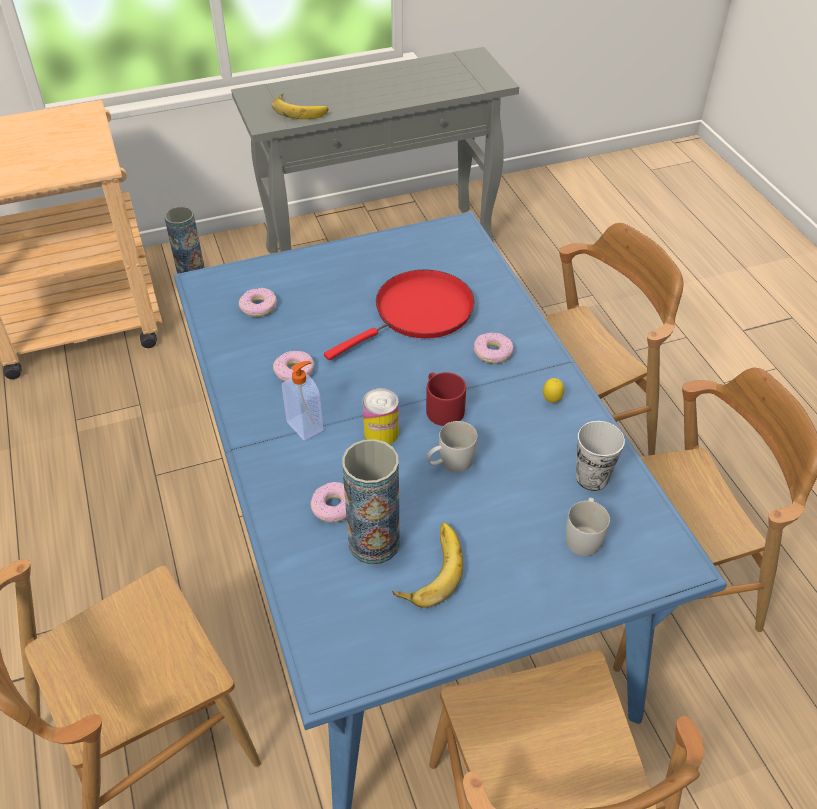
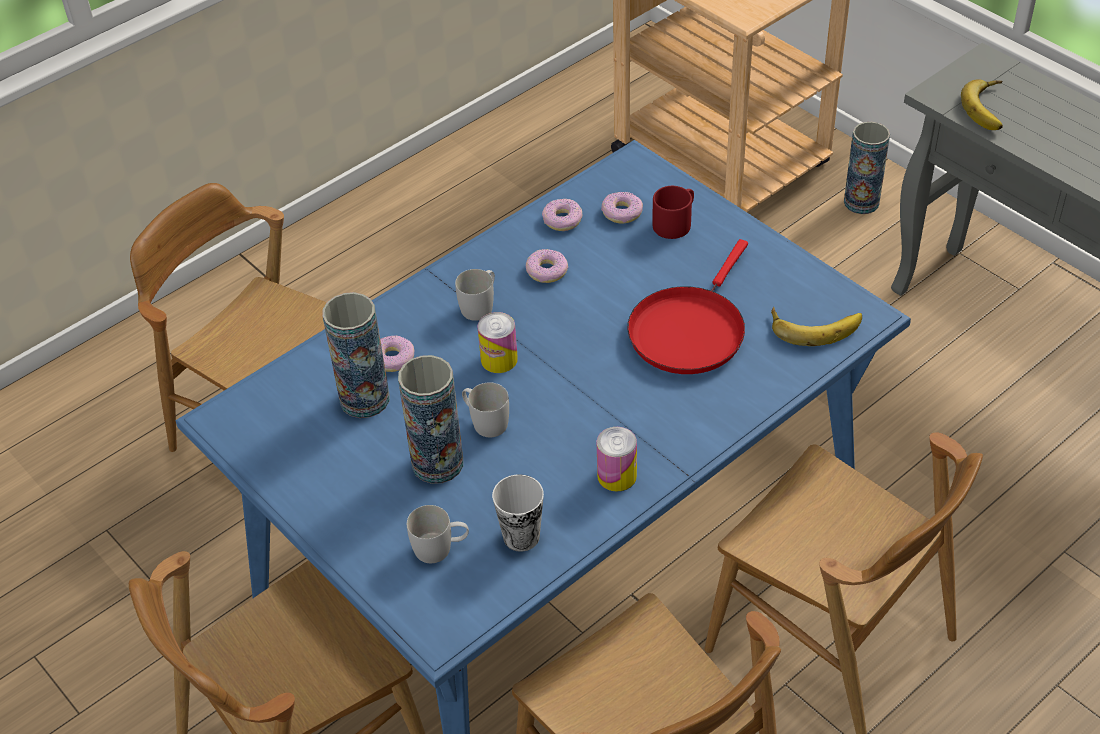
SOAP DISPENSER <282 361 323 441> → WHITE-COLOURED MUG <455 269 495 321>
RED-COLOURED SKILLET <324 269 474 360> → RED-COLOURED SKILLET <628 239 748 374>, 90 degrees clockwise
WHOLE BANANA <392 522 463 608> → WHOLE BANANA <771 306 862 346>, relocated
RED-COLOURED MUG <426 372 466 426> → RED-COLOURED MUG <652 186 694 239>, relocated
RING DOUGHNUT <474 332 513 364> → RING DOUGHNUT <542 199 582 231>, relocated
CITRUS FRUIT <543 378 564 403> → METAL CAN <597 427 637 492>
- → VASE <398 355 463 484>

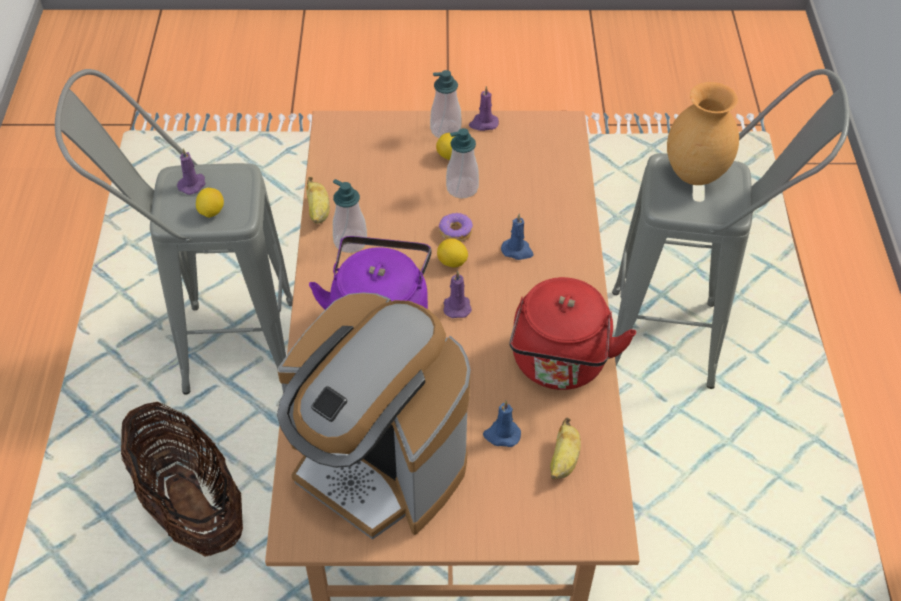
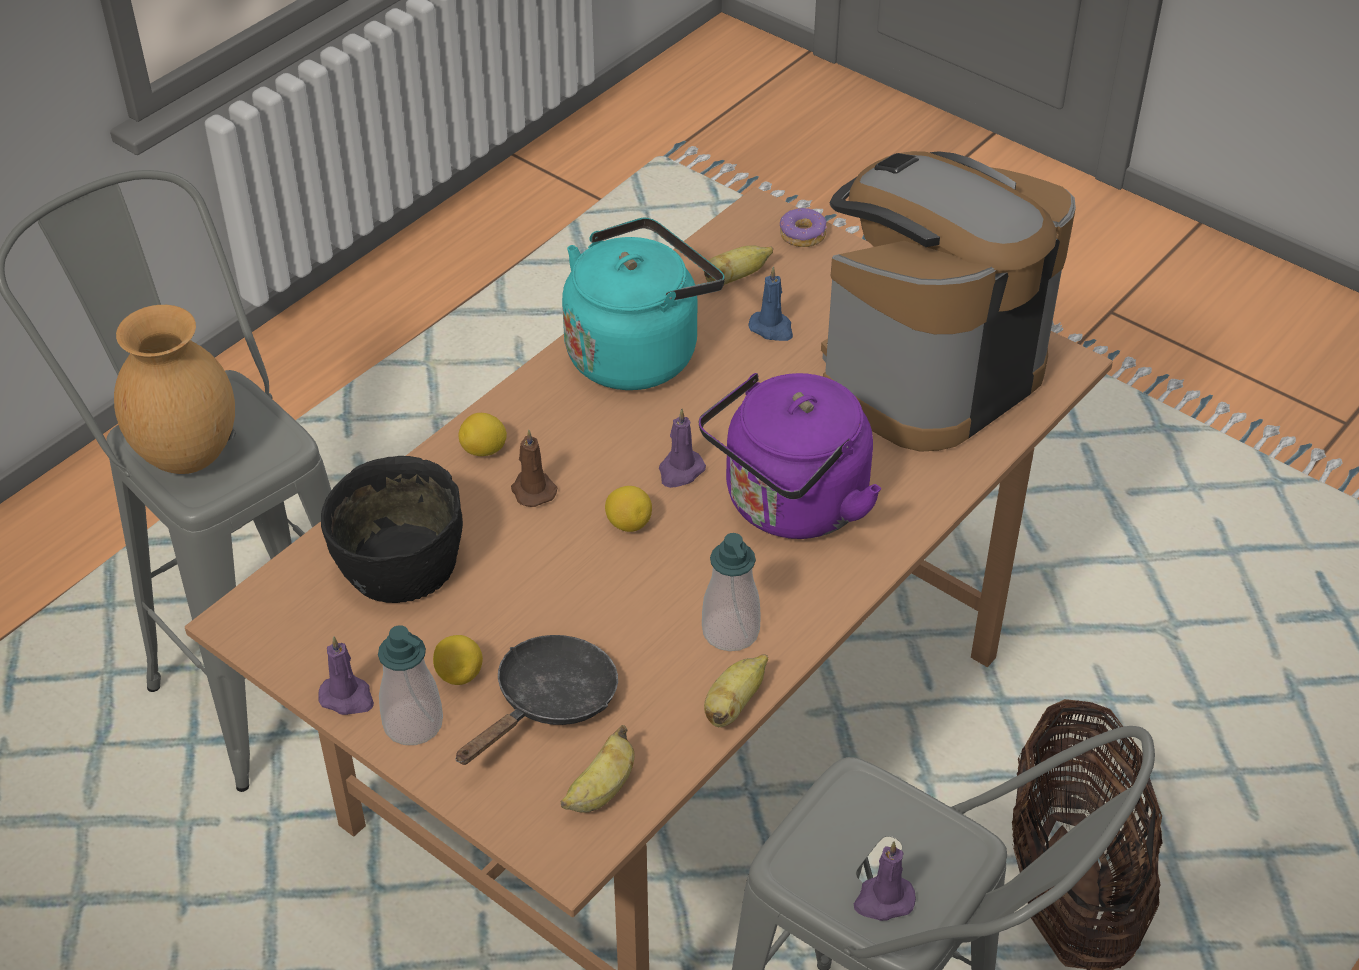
CITRUS FRUIT <196 188 224 218> → CITRUS FRUIT <458 413 507 456>, relocated
COFFEE BREWER <277 292 471 540> → COFFEE BREWER <821 151 1076 452>, 120 degrees counterclockwise
RING DOUGHNUT <438 212 473 242> → RING DOUGHNUT <780 208 827 247>, relocated
SOAP DISPENSER <446 128 479 198> → -
BLUE-COLOURED WAX CANDLE <501 213 533 260> → BROWN WAX CANDLE <511 430 557 507>
RED-COLOURED WATER KETTLE <509 277 636 390> → TURQUOISE WATER KETTLE <562 217 725 390>
- → BLACKISH BOWL <321 456 463 603>
- → BLACKISH SKILLET <455 635 618 765>
- → WHOLE BANANA <561 725 635 813>

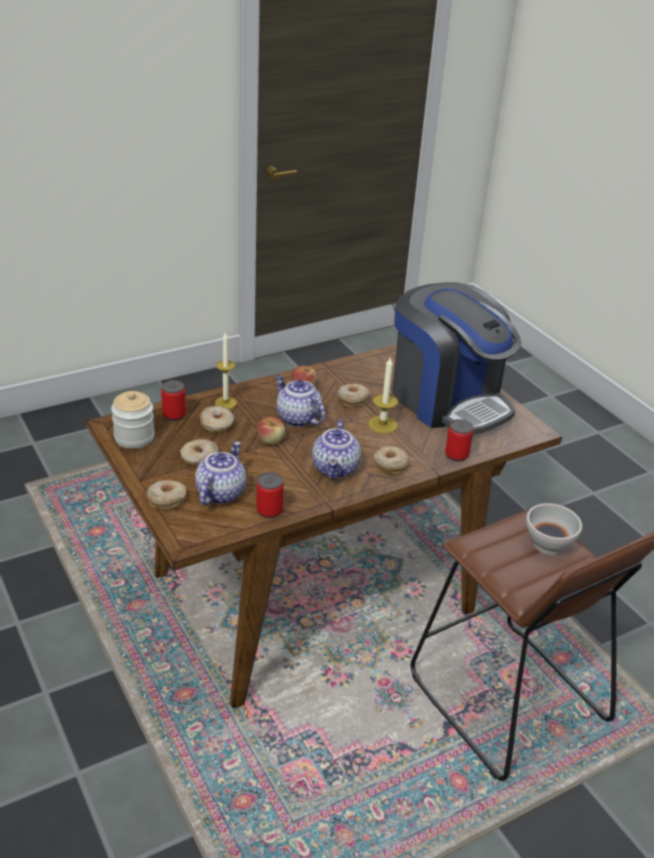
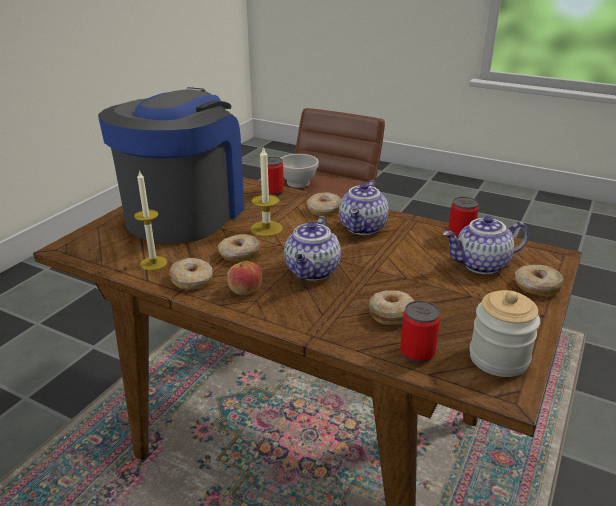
RING DOUGHNUT <180 439 219 466> → RING DOUGHNUT <169 258 213 290>, relocated
WAX CANDLE <215 333 237 409> → WAX CANDLE <134 170 167 271>, relocated
APPLE <257 417 285 444> → -
TEA POT <312 420 361 479> → TEA POT <339 180 389 235>, 135 degrees clockwise

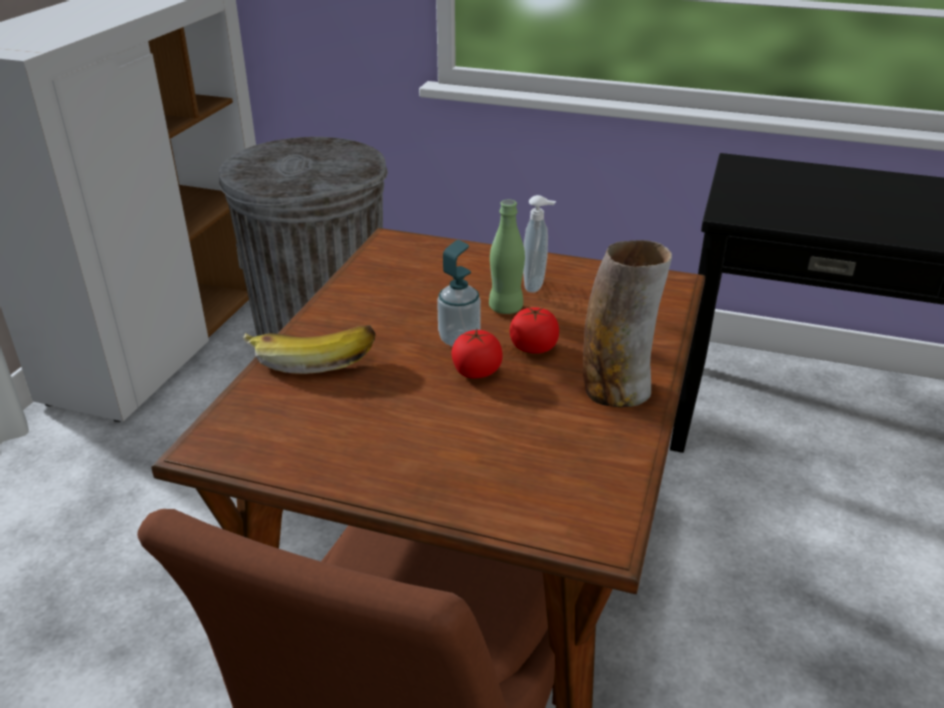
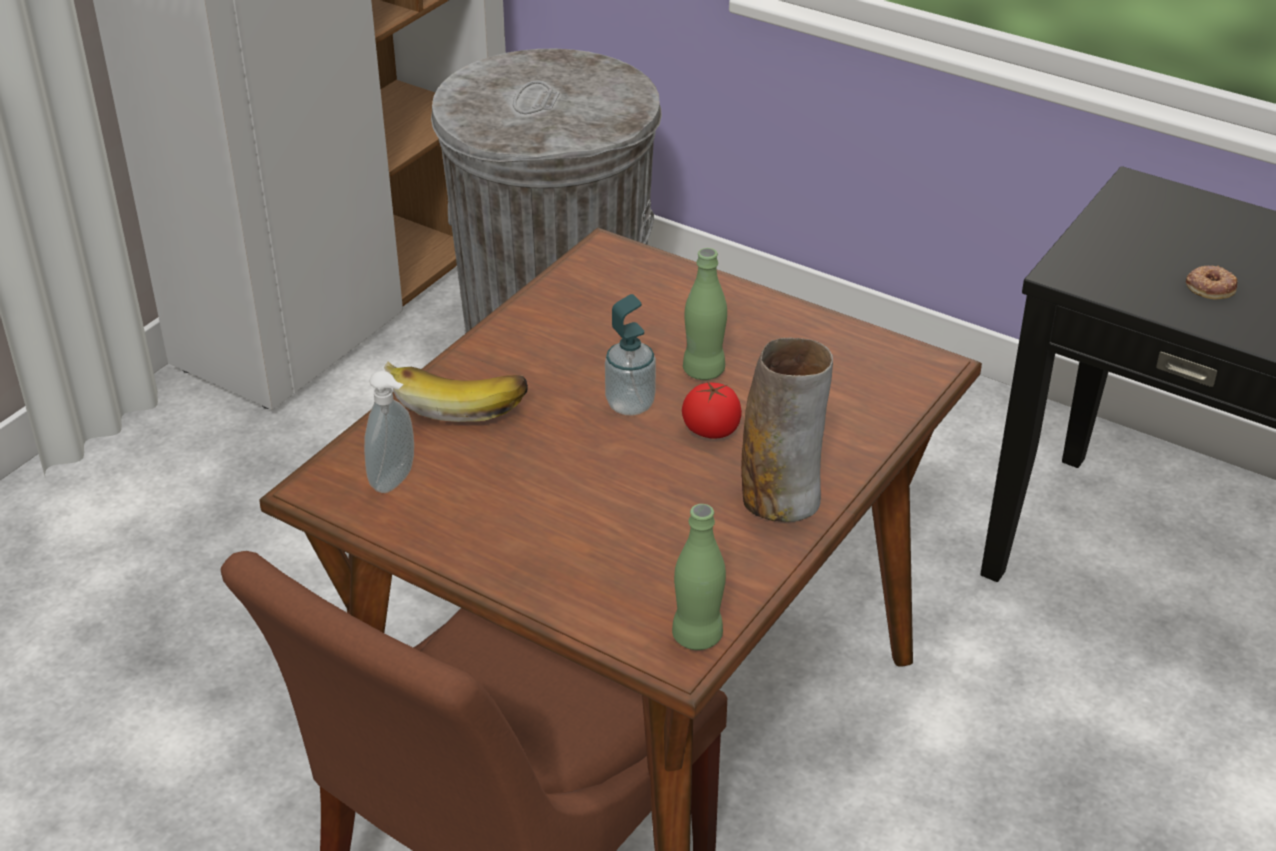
FRESH TOMATO <451 329 503 379> → -
SOAP DISPENSER <523 195 556 293> → SOAP DISPENSER <364 371 414 493>, relocated
- → GREEN BOTTLE <672 504 726 650>
- → RING DOUGHNUT <1186 266 1238 299>

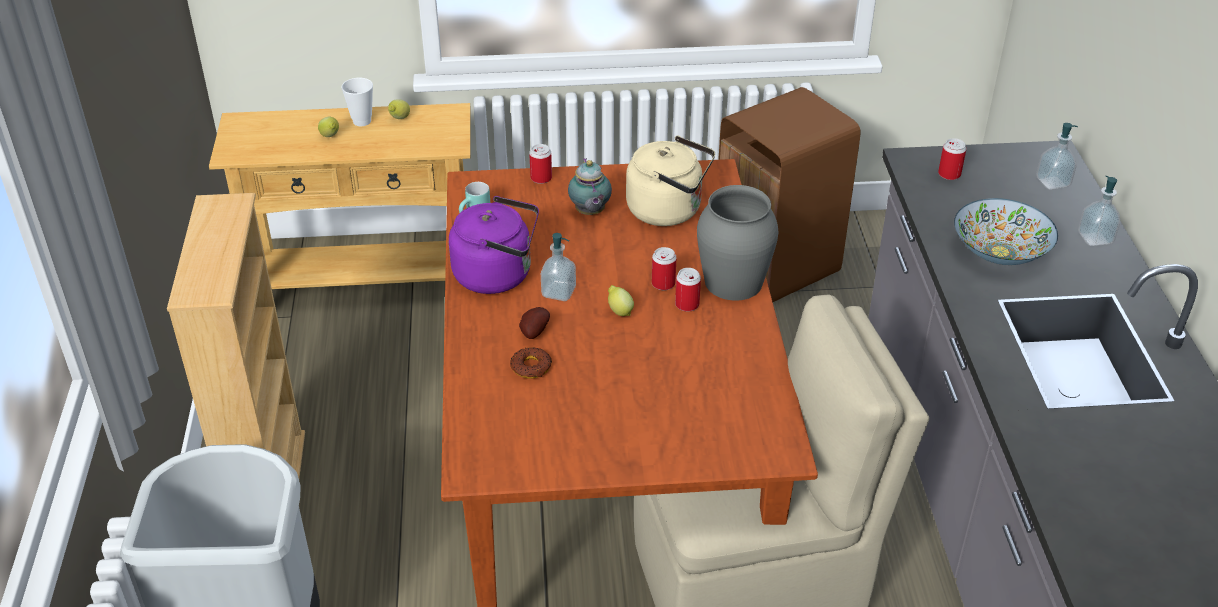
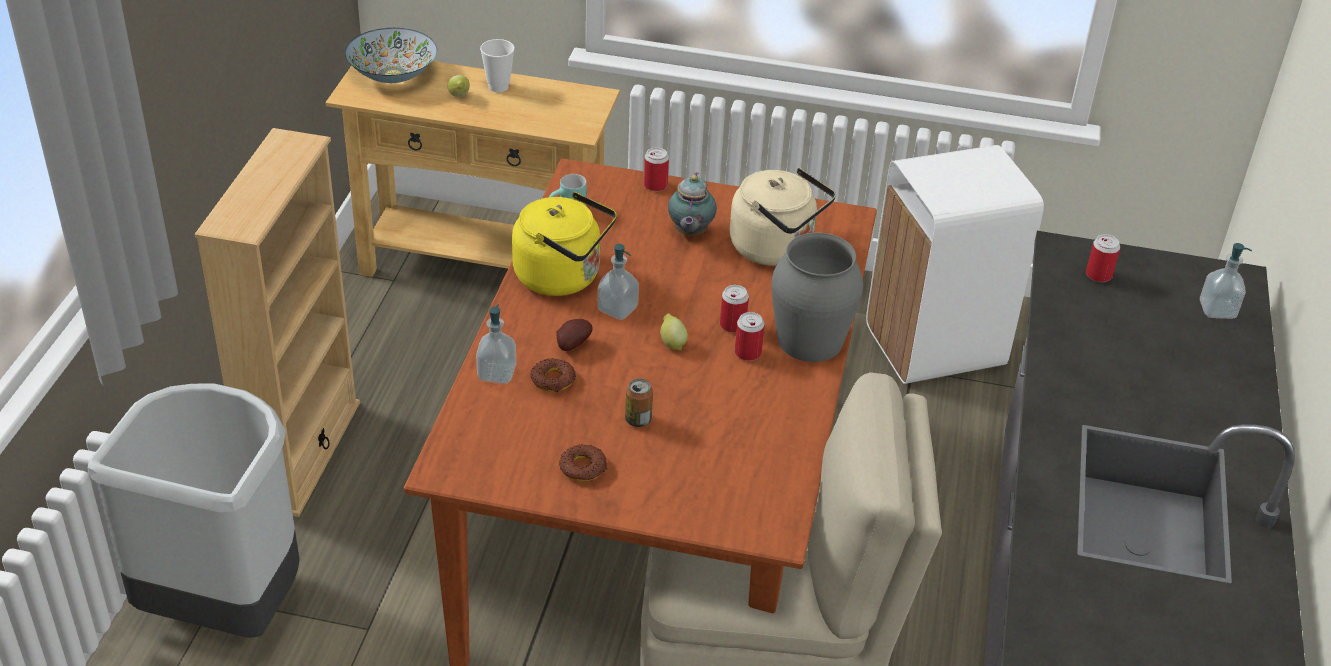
CITRUS FRUIT <388 99 410 119> → -
PURPLE WATER KETTLE <449 196 539 294> → YELLOW WATER KETTLE <512 192 617 296>
BROWN RUBBISH BIN <718 87 860 302> → WHITE-COLOURED RUBBISH BIN <866 145 1044 384>
BOWL <954 198 1058 265> → BOWL <345 28 437 83>, relocated
SOAP DISPENSER <1078 176 1120 246> → SOAP DISPENSER <476 304 516 384>, relocated
- → RING DOUGHNUT <559 444 607 482>
- → METAL CAN <625 379 653 427>

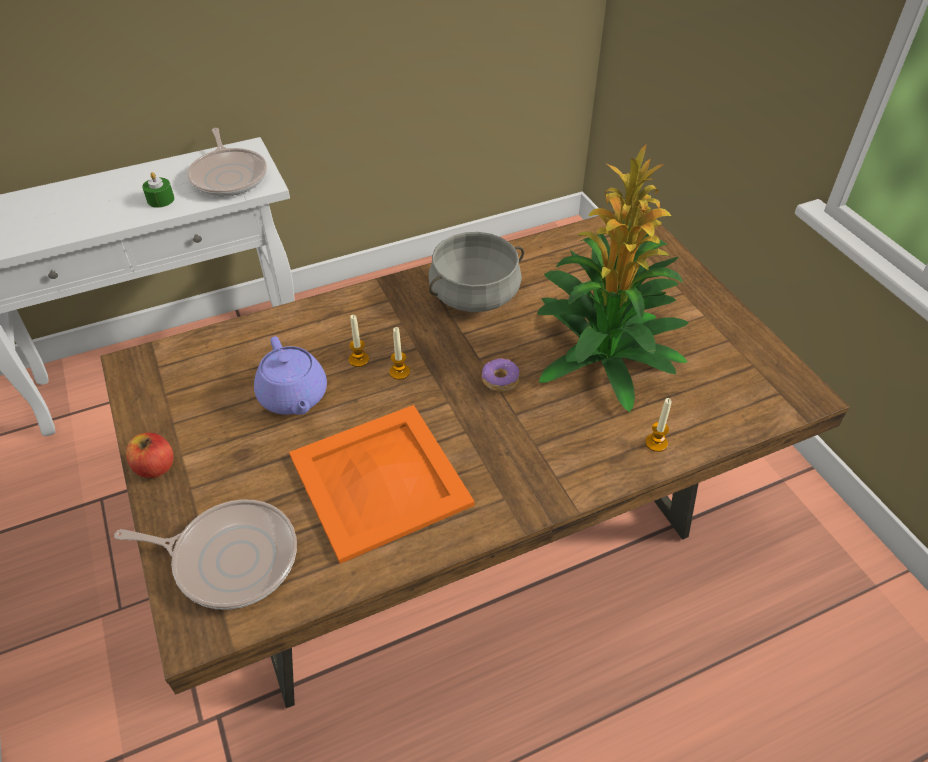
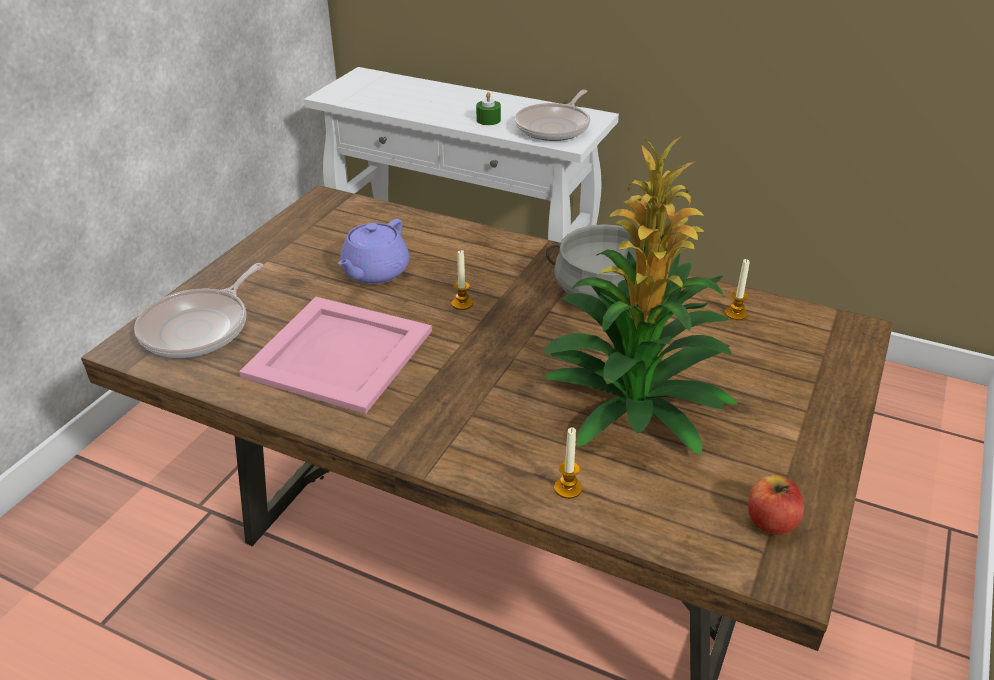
SKILLET <114 499 297 610> → SKILLET <134 263 263 358>, 60 degrees clockwise
APPLE <126 432 174 478> → APPLE <748 475 804 534>, relocated
ORANGEY CARRYING TRAY <289 405 475 564> → PINKISH CARRYING TRAY <239 297 432 414>
WAX CANDLE <349 315 369 367> → WAX CANDLE <725 259 750 320>, relocated
RING DOUGHNUT <482 358 519 392> → -

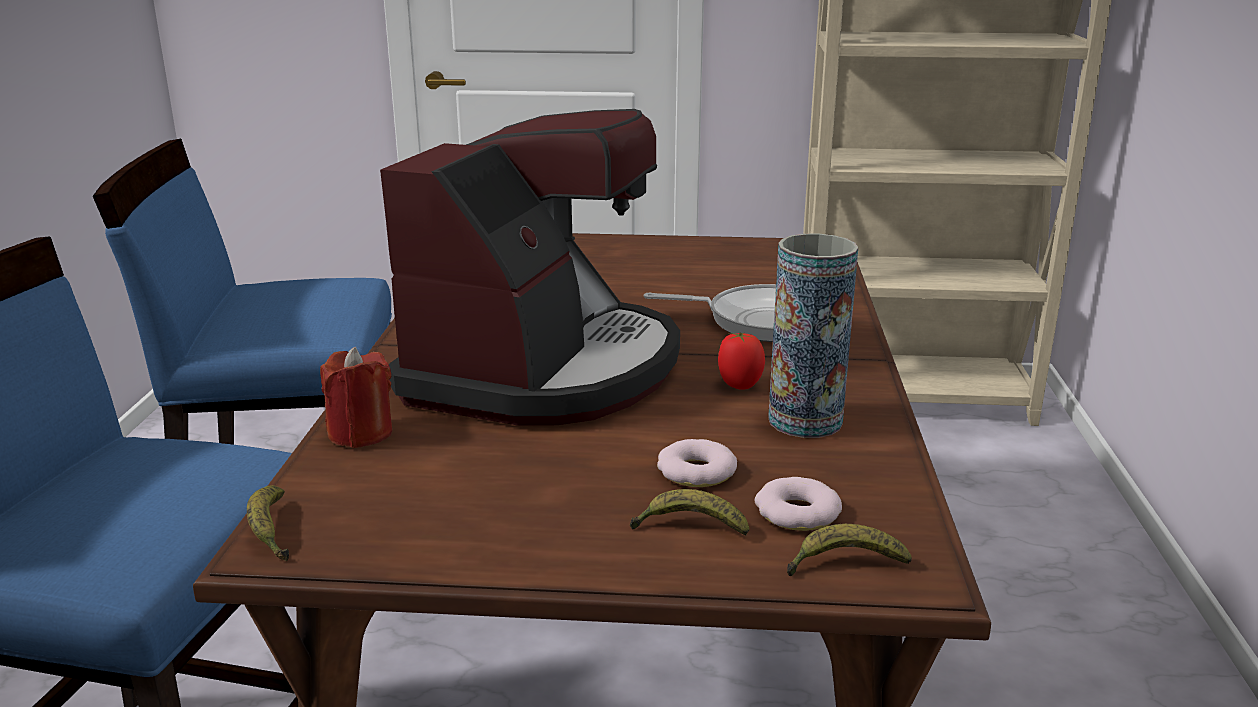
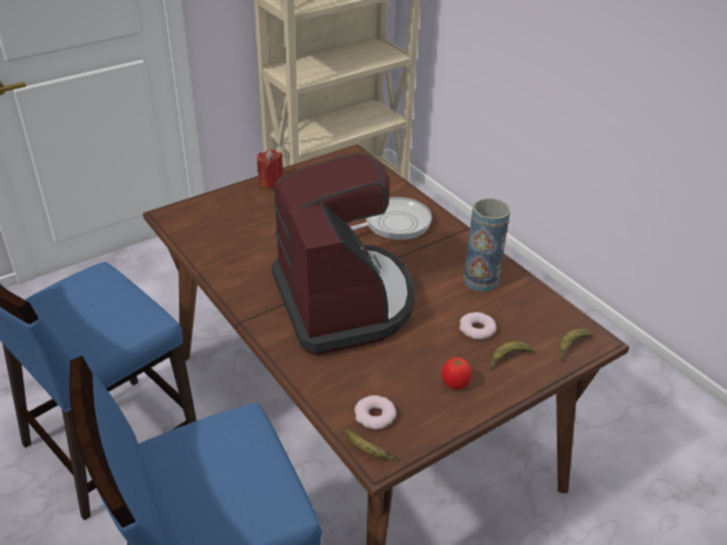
RED-COLOURED WAX CANDLE <320 347 392 448> → RED-COLOURED WAX CANDLE <257 149 283 189>, relocated
FRESH TOMATO <718 333 765 390> → FRESH TOMATO <441 357 472 390>, relocated
RING DOUGHNUT <755 477 842 531> → RING DOUGHNUT <354 395 396 430>, relocated

